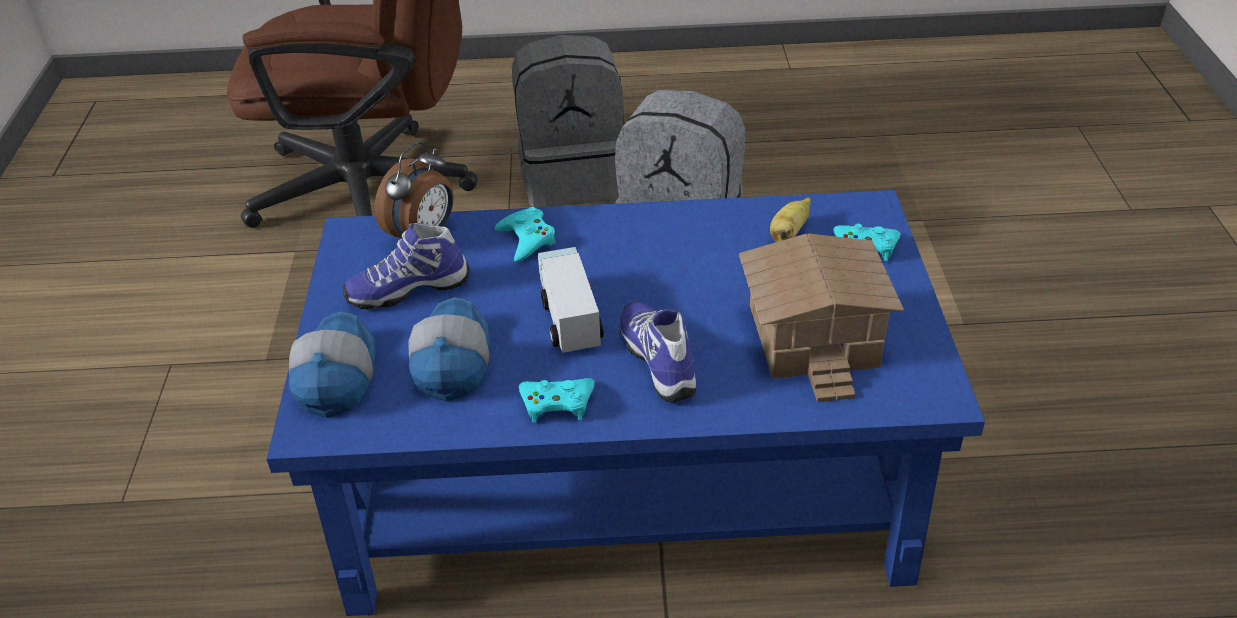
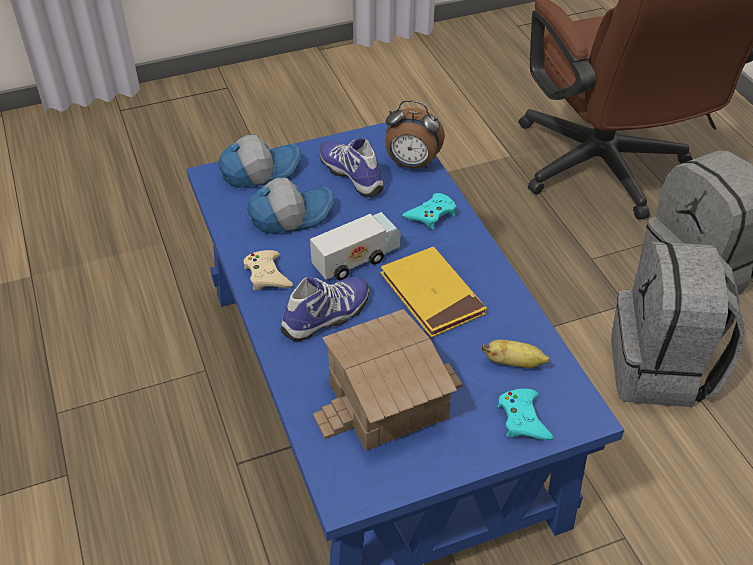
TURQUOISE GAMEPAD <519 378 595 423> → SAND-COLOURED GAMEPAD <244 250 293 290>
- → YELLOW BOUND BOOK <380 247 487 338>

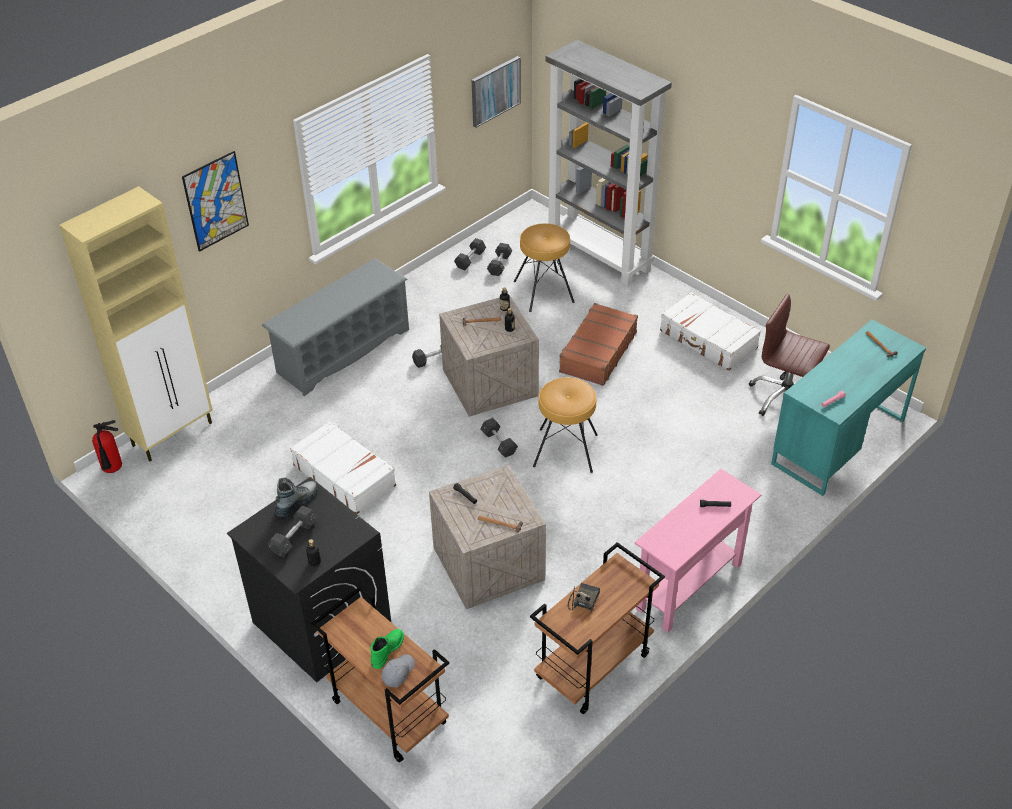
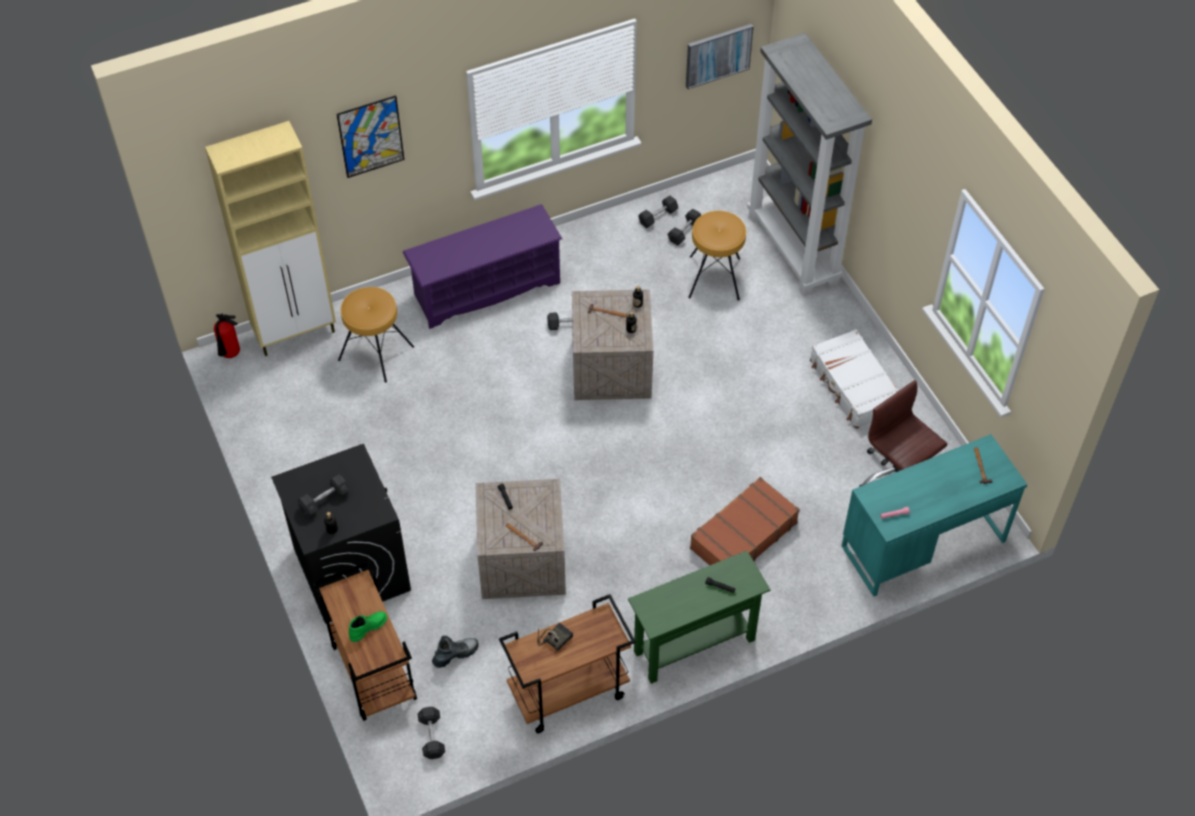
GREY SHOE STAND <262 258 409 396> → PURPLE SHOE STAND <403 205 562 329>
TALL BOOT <274 477 318 518> → TALL BOOT <432 635 479 668>, relocated
WHITE-COLOURED SUITCASE <290 421 396 514> → -
GREY BASEBALL CAP <382 654 415 687> → -
GREY DUMBBELL <481 418 518 458> → GREY DUMBBELL <418 707 445 759>, relocated
BROWN STOOL SEAT <533 377 598 473> → BROWN STOOL SEAT <338 287 414 383>, relocated
BROWN SUITCASE <559 303 638 386> → BROWN SUITCASE <690 477 800 566>, relocated
PINKISH CONSOLE TABLE <635 469 762 633> → GREEN CONSOLE TABLE <628 551 771 684>

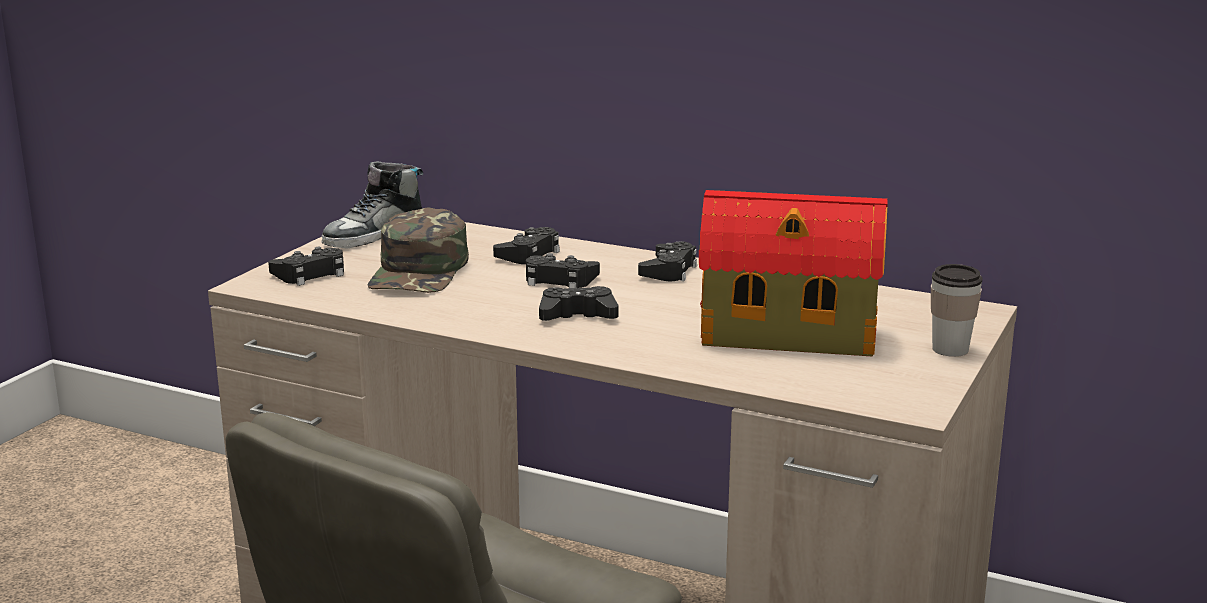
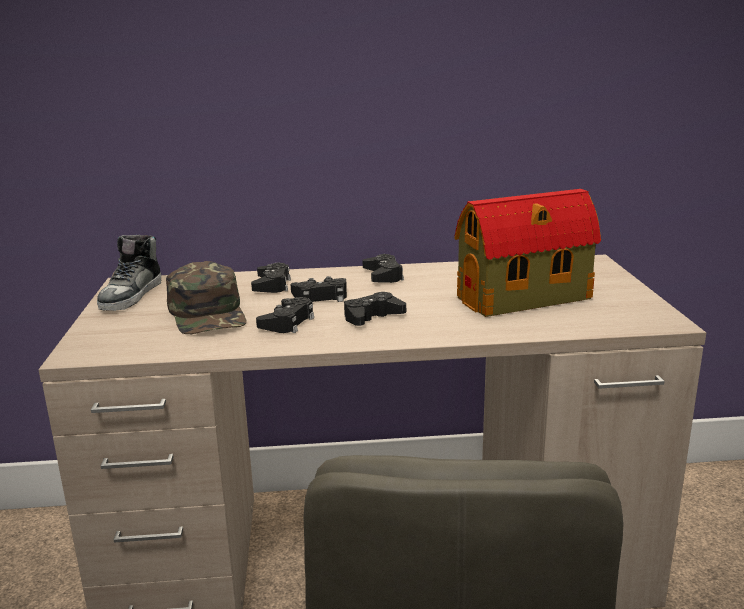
BLACKISH GAMEPAD <268 247 344 286> → BLACKISH GAMEPAD <256 297 314 333>, relocated
SMALL CUP <931 264 982 357> → -

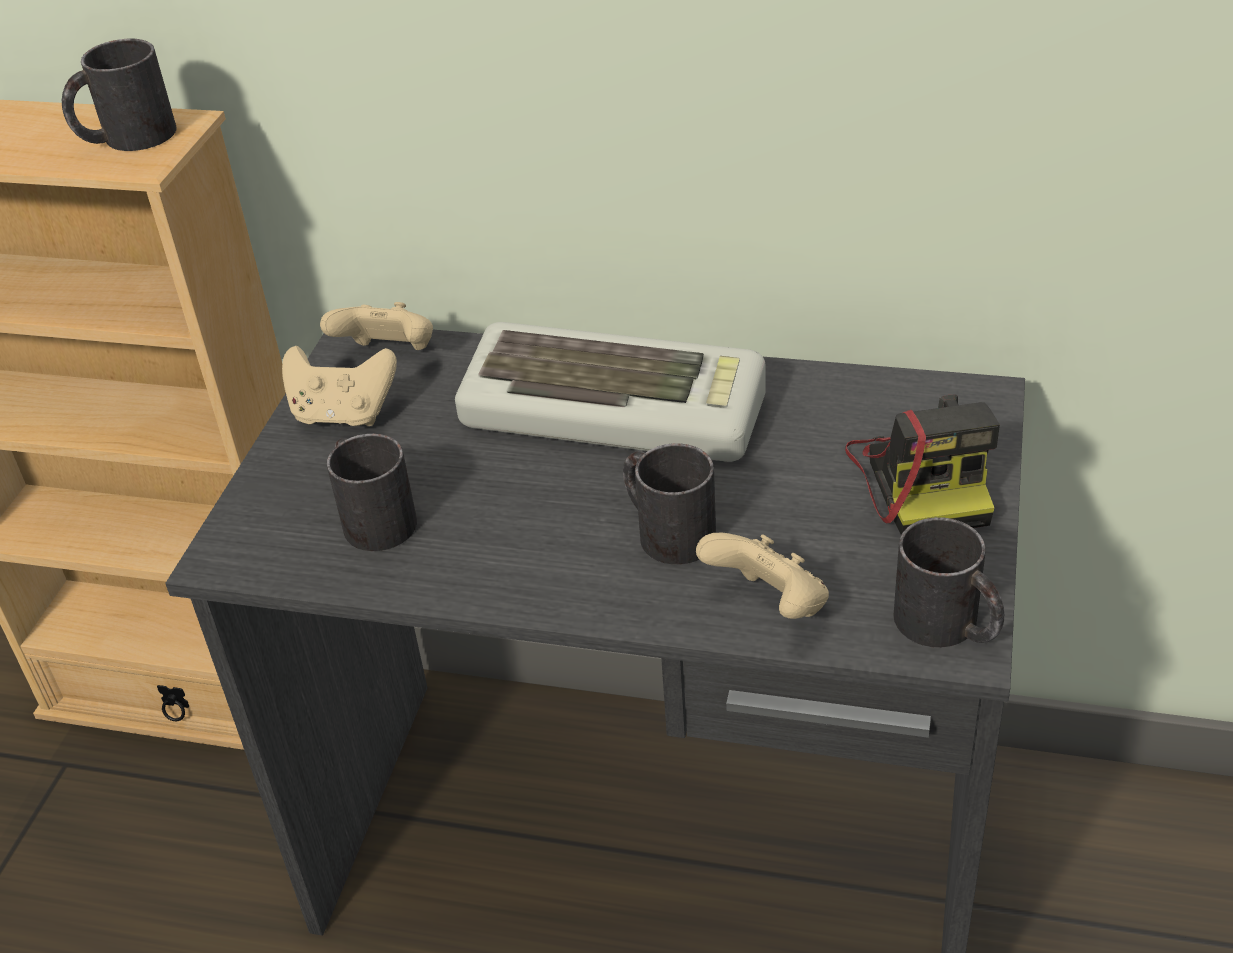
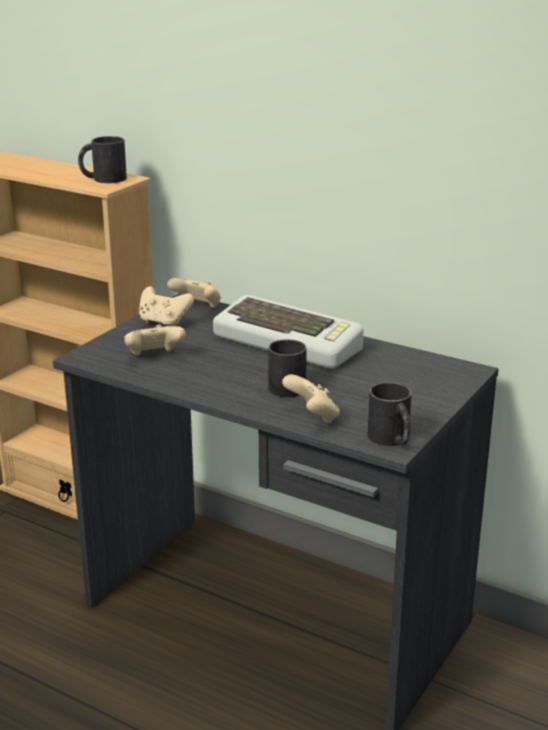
BLACKISH MUG <327 434 417 551> → SAND-COLOURED GAMEPAD <124 325 186 355>
PHOTO CAMERA <845 395 1000 535> → -

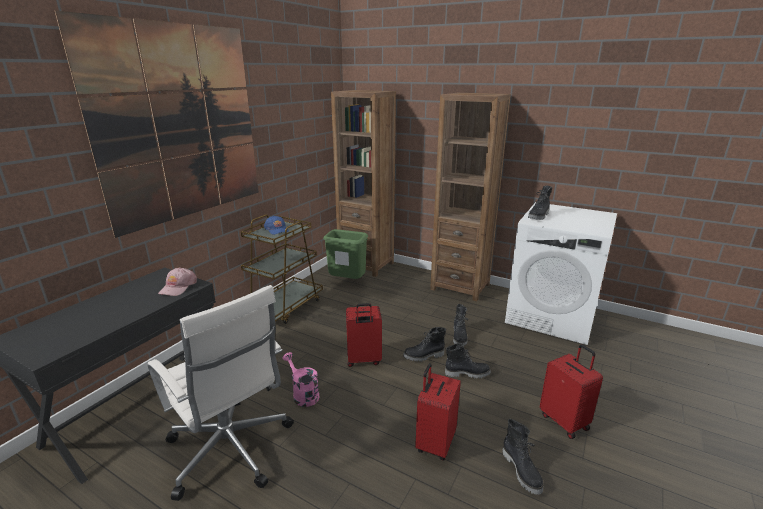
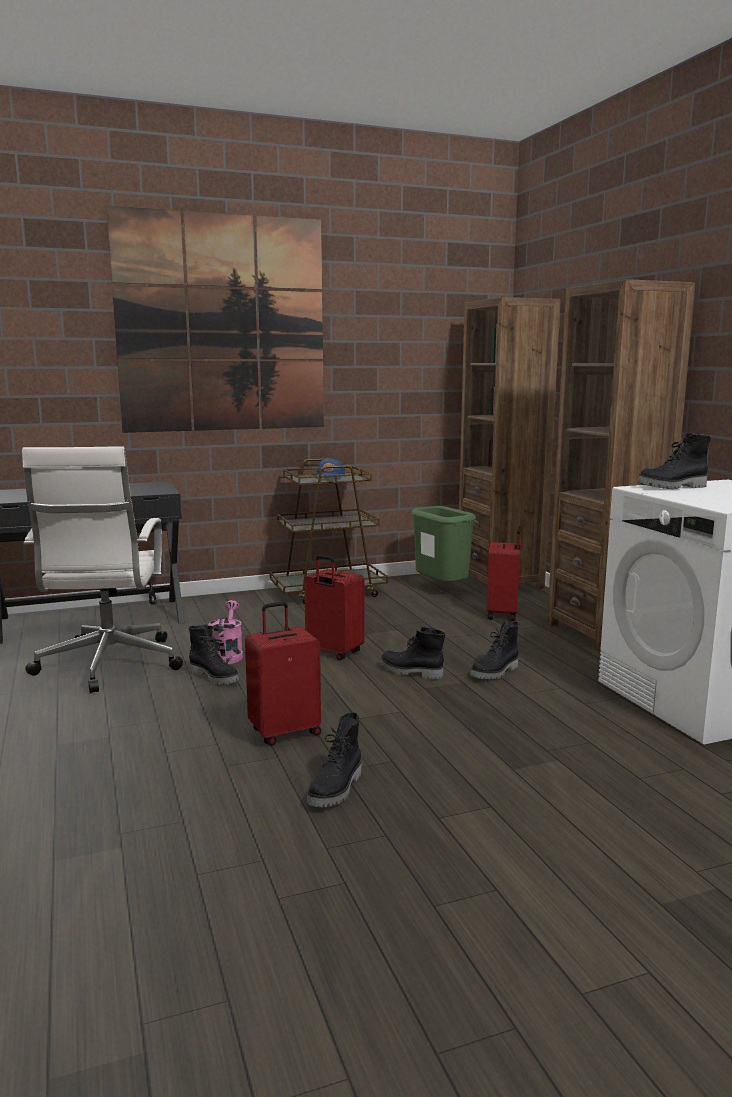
PINKISH BASEBALL CAP <158 268 197 296> → -
BLACKISH TALL BOOT <445 343 491 379> → BLACKISH TALL BOOT <189 625 239 685>, relocated
RED-COLOURED SUITCASE <540 344 603 439> → RED-COLOURED SUITCASE <486 526 521 621>, relocated

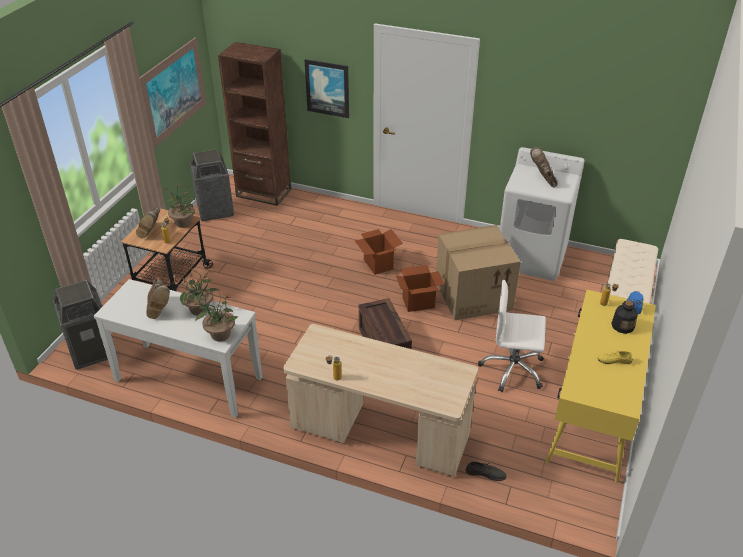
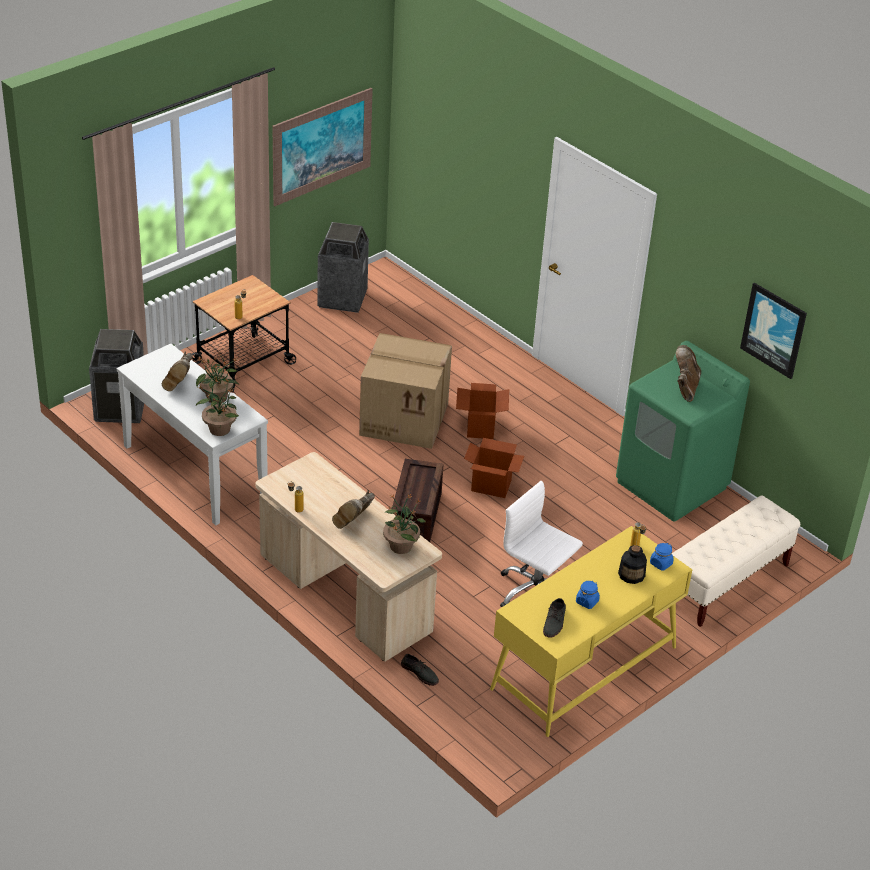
BROWN TALL BOOT <136 207 160 238> → BROWN TALL BOOT <332 490 375 529>, relocated
PLANT IN A POT <164 183 196 228> → PLANT IN A POT <383 493 426 554>, relocated
BROWN BOOKSHELF <218 42 291 206> → -
PICTURE <305 59 349 118> → PICTURE <740 283 807 379>, relocated
PACKING BOX <436 225 521 320> → PACKING BOX <359 333 452 449>, relocated
WHITE-COLOURED LAUNDRY APPLIANCE <500 147 585 281> → GREEN LAUNDRY APPLIANCE <616 341 750 522>
YELLOW LOW SHOE <597 350 632 364> → BLUE-COLOURED JAR <576 581 600 609>
- → GREY LOW SHOE <543 598 566 638>

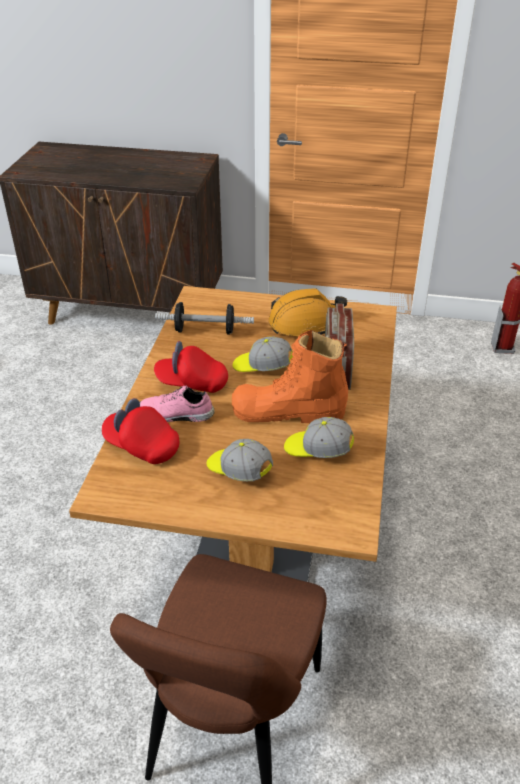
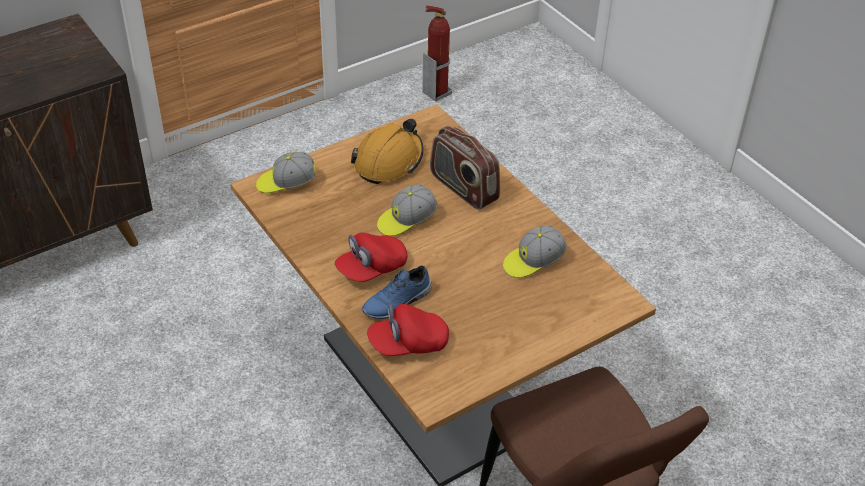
PINKISH LOW SHOE <140 386 215 422> → BLUE-COLOURED LOW SHOE <362 265 432 319>
DUMBBELL <155 302 254 335> → -
BASEBALL CAP <207 439 273 481> → BASEBALL CAP <256 152 316 193>, relocated
ORANGEY TALL BOOT <232 330 348 423> → -

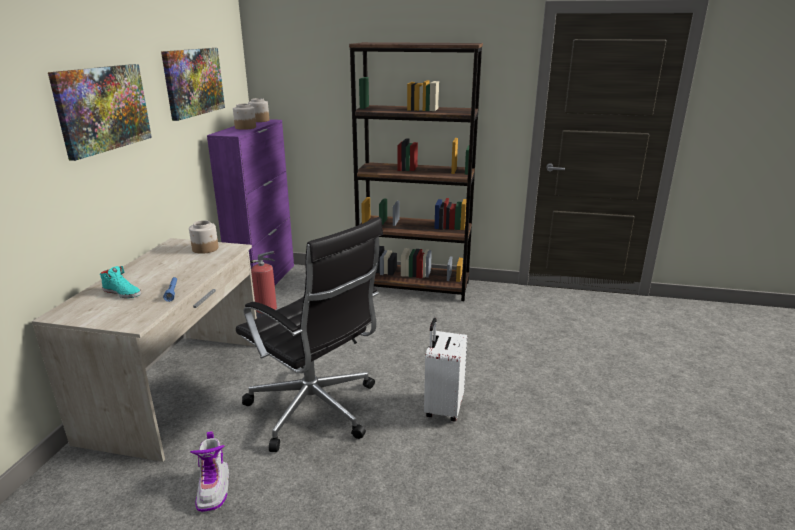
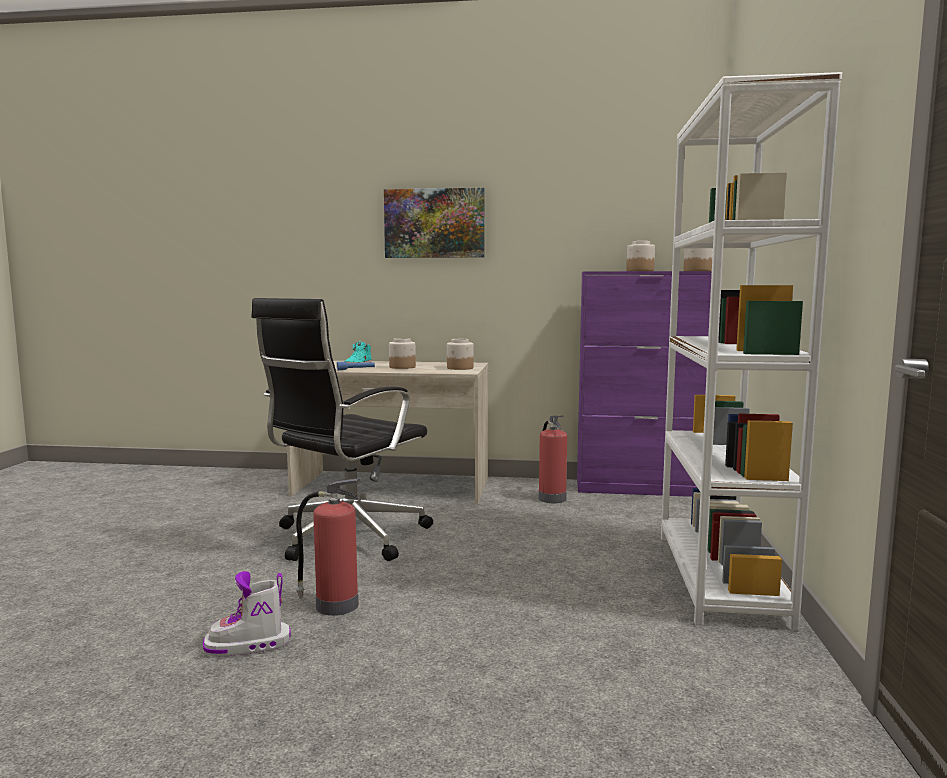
PICTURE <161 48 225 121> → -
TALL BOOT <190 431 229 512> → TALL BOOT <203 571 291 656>, relocated
BROWN BOOKSHELF <349 42 483 301> → WHITE-COLOURED BOOKSHELF <661 72 842 631>
WHITE-COLOURED SUITCASE <424 318 467 422> → EXTINGUISHER <296 478 360 616>
- → JAR <389 338 416 369>

